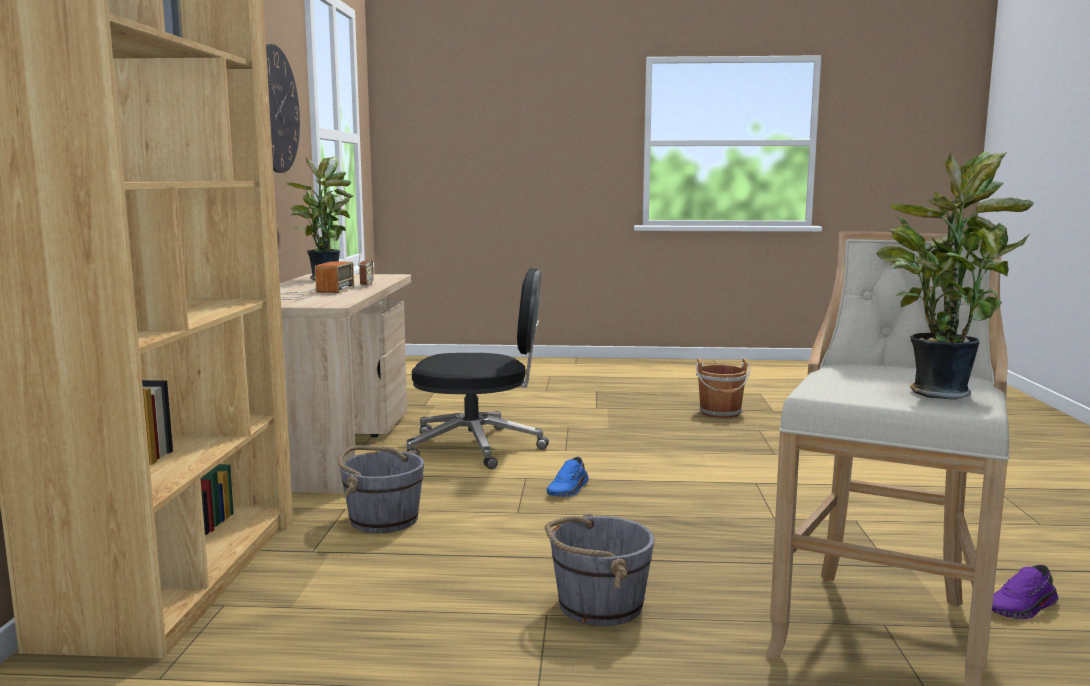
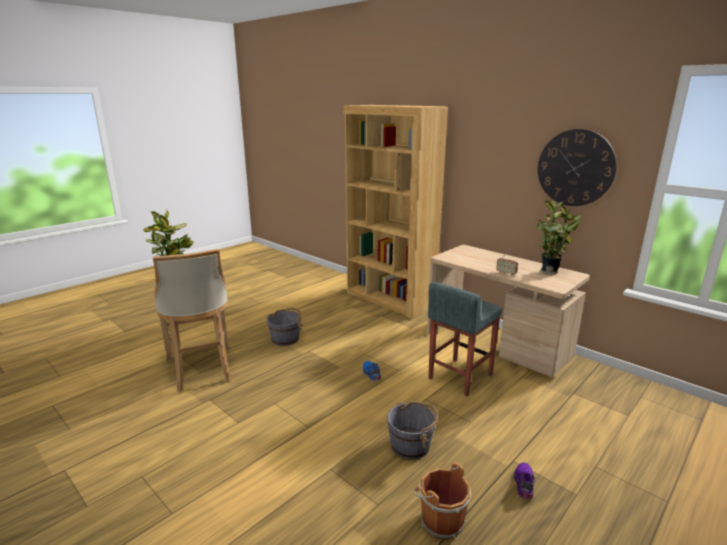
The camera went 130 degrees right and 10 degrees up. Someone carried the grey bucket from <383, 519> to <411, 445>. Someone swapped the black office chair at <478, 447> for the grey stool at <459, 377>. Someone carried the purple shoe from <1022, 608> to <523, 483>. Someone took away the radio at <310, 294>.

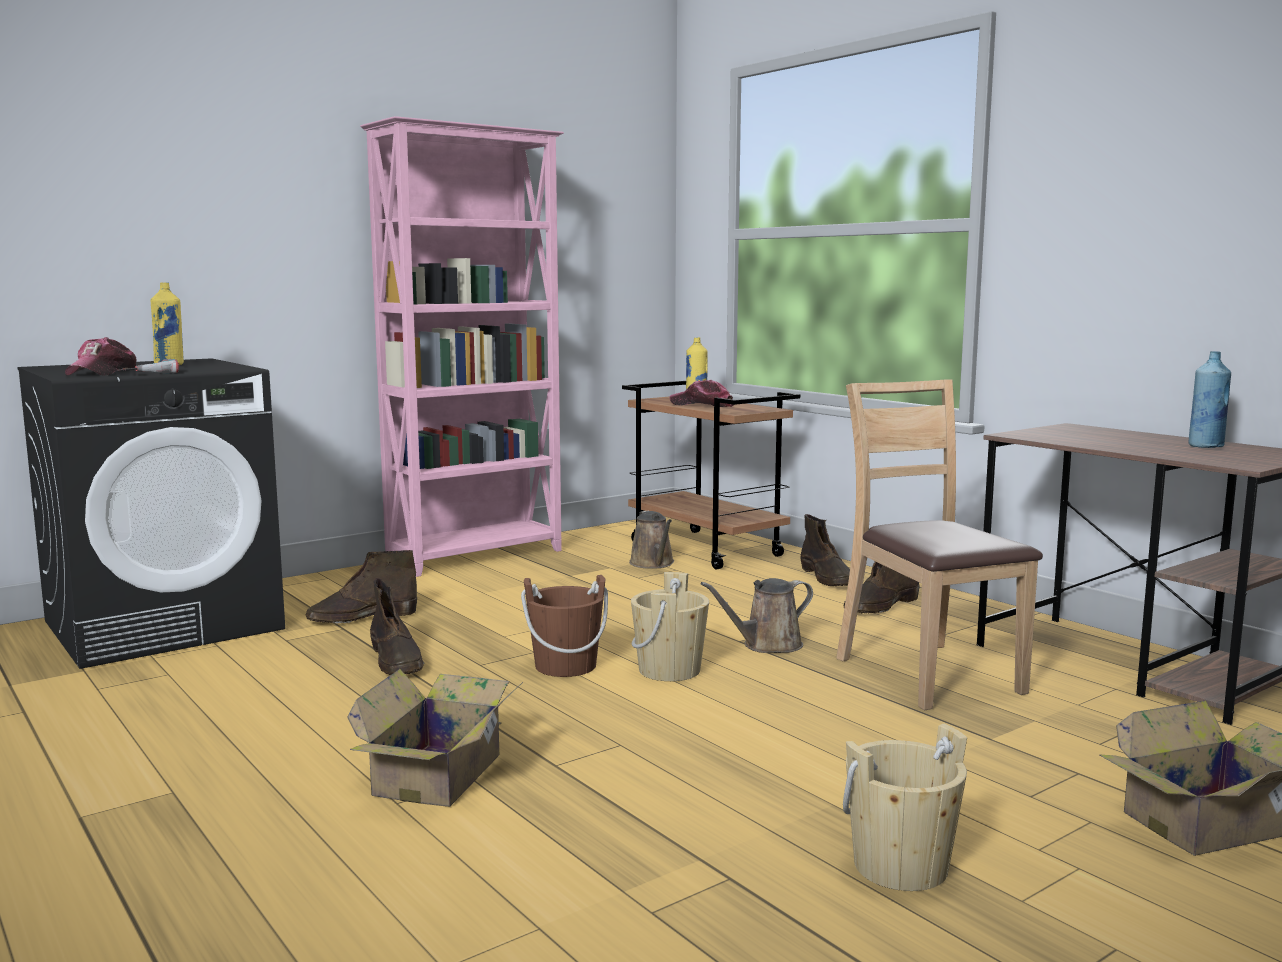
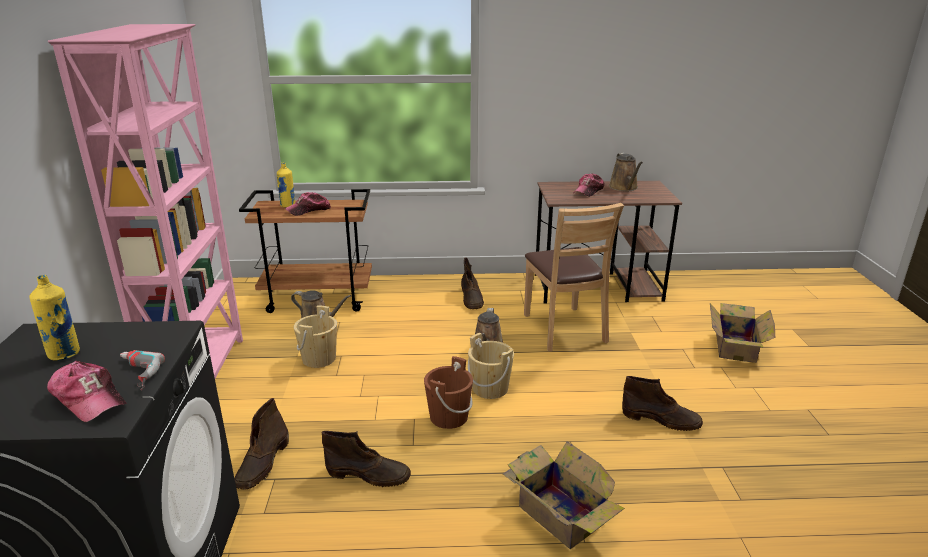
The camera went 55 degrees left and 15 degrees up. Someone carried the beige bucket from <900, 866> to <319, 358>. Someone rotated the brown chair at <928, 674> by 120 degrees counterclockwise. Someone put down the cap at <588, 191>. Someone swapped the blue bottle at <1206, 446> for the brown watering can at <624, 188>. Someone carried the brown boot from <827, 578> to <661, 419>.

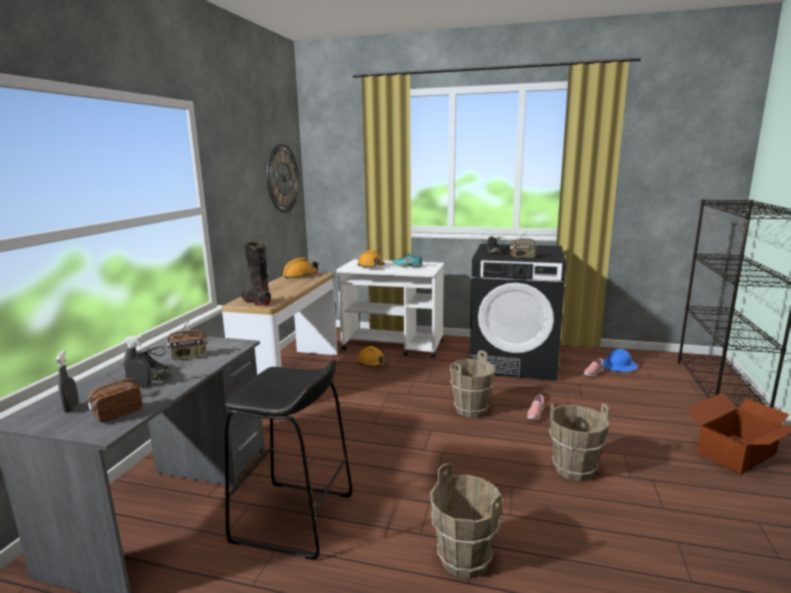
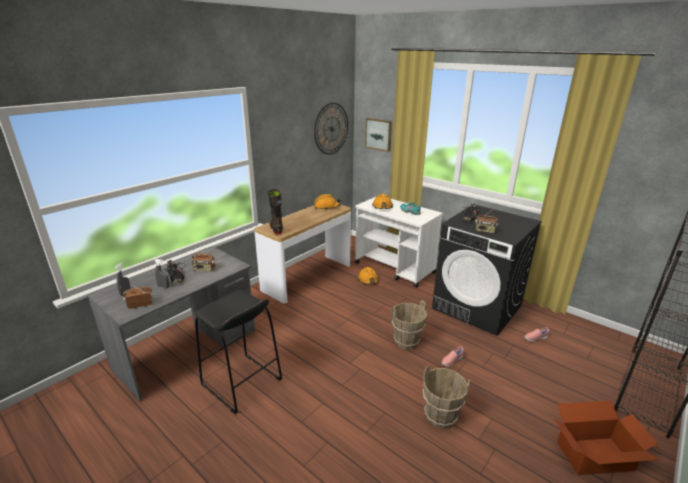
The camera went 25 degrees right and 10 degrees up. Someone put up the picture at <379, 134>. Someone took away the brown bucket at <464, 560>. Someone took away the blue hard hat at <619, 366>.

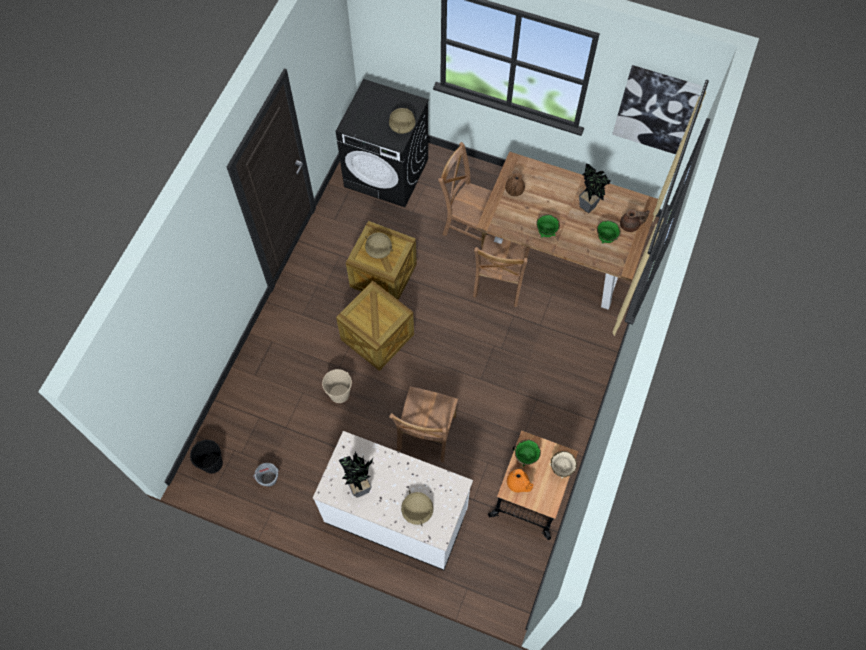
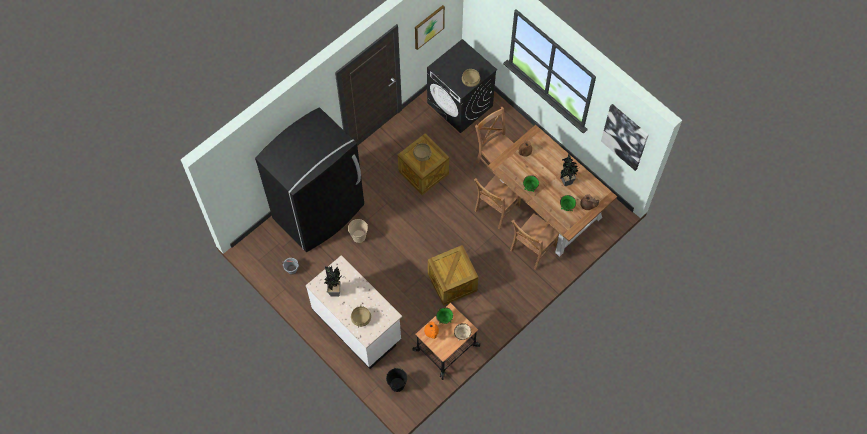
The camera went 25 degrees right and 0 degrees up. Someone put down the black fridge at <319, 212>. Someone carried the black bucket from <212, 463> to <397, 384>. Someone put up the picture at <429, 27>. Someone carried the crate from <377, 337> to <452, 282>. Someone carried the brown chair from <425, 435> to <531, 249>.

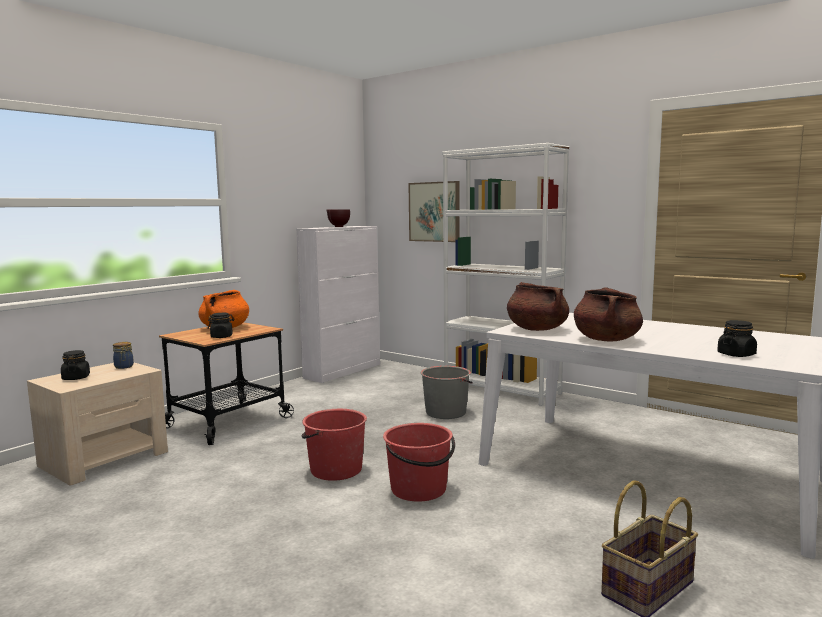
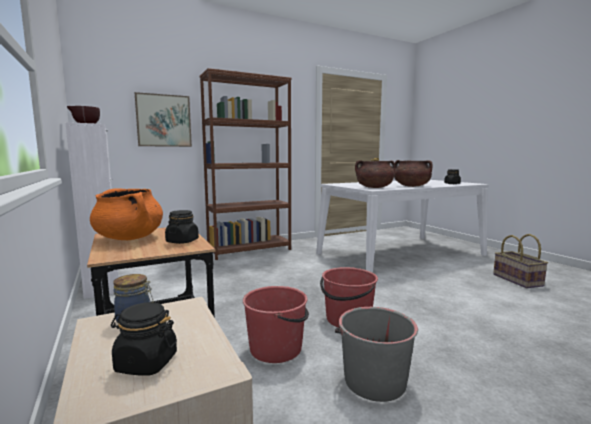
The camera went 65 degrees left and 0 degrees up. Someone repainted the white bookcase at <501, 389>, which became the brown bookcase at <250, 250>. Someone carried the red bucket from <419, 489> to <276, 348>. Someone carried the grey bucket from <446, 412> to <374, 381>.

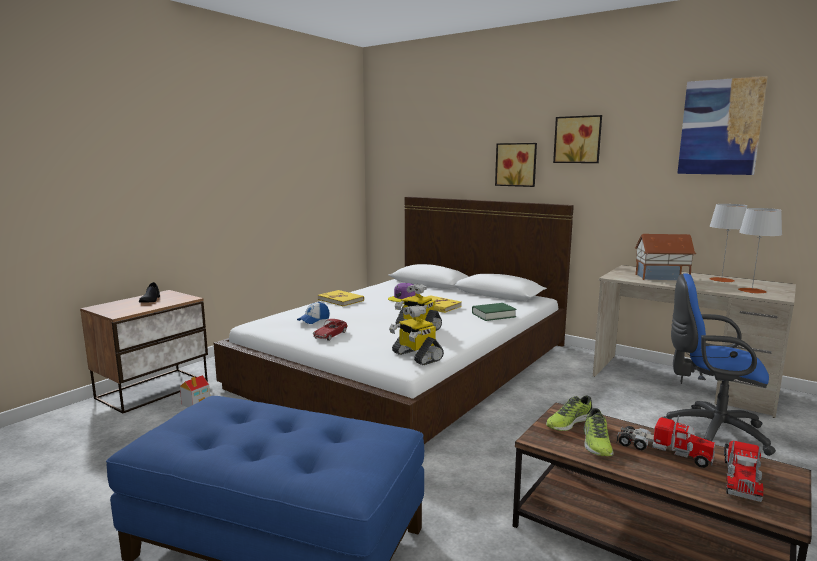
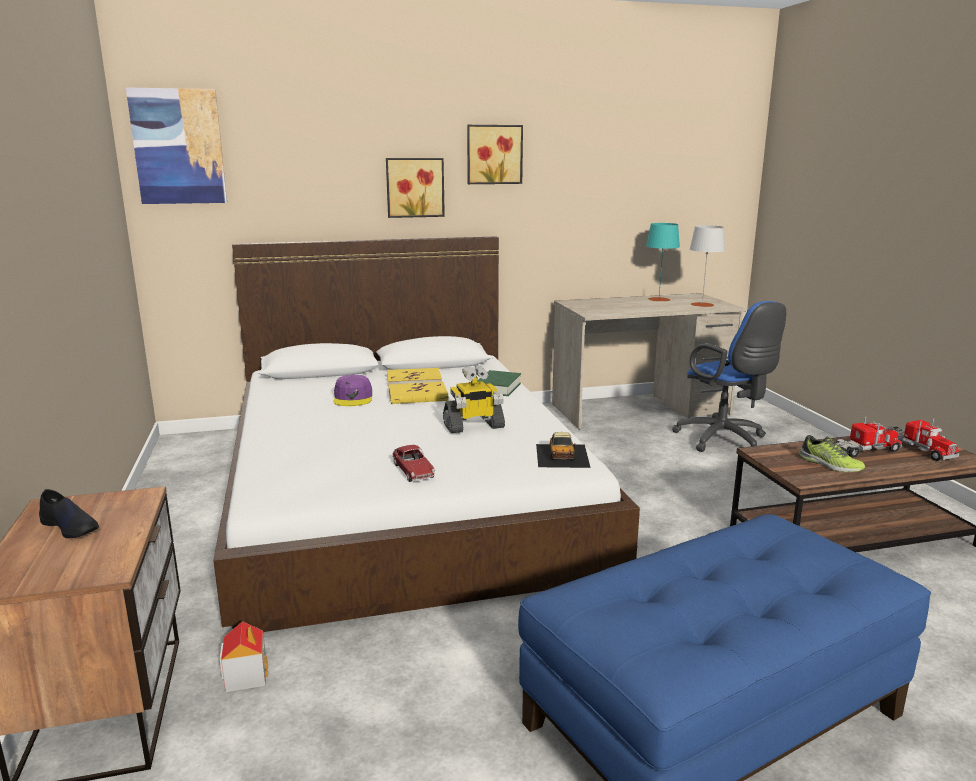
The camera went 50 degrees left and 5 degrees up. Someone carried the picture from <720, 127> to <178, 147>. Someone carried the yellow book from <341, 300> to <414, 380>. Someone swapped the toy robot at <416, 356> for the toy car at <562, 455>. Someone repainted the grey table lamp at <721, 280>, which became the turquoise table lamp at <659, 299>. Someone rotated the blue office chair at <710, 431> by 90 degrees counterclockwise. Someone took away the cap at <314, 320>. Someone took away the shoe at <568, 422>. Someone took away the toy house at <662, 278>.

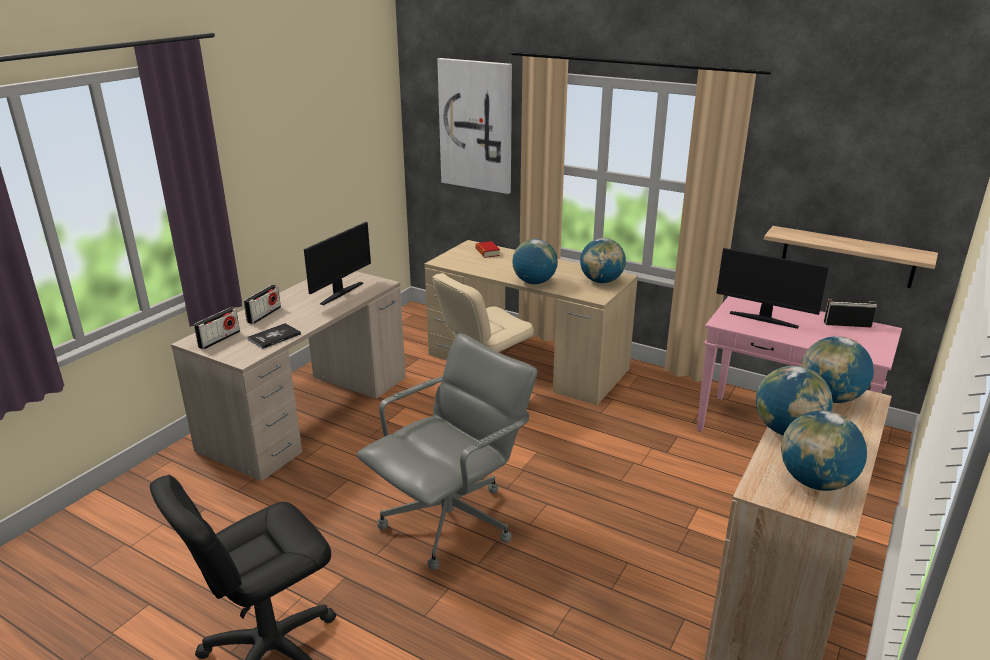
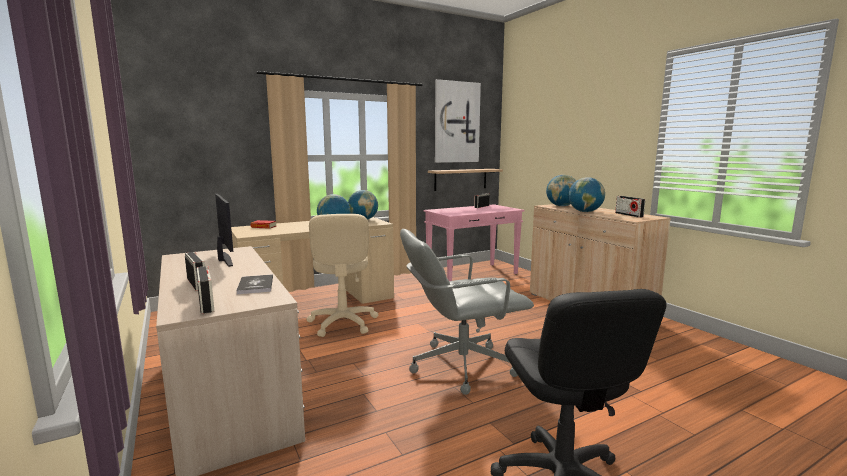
The camera went 60 degrees left and 15 degrees down. Someone rotated the grey office chair at <450, 521> by 90 degrees counterclockwise. Someone carried the picture from <476, 126> to <456, 122>. Someone swapped the globe at <815, 482> for the radio at <629, 215>. Someone took away the monitor at <764, 319>.

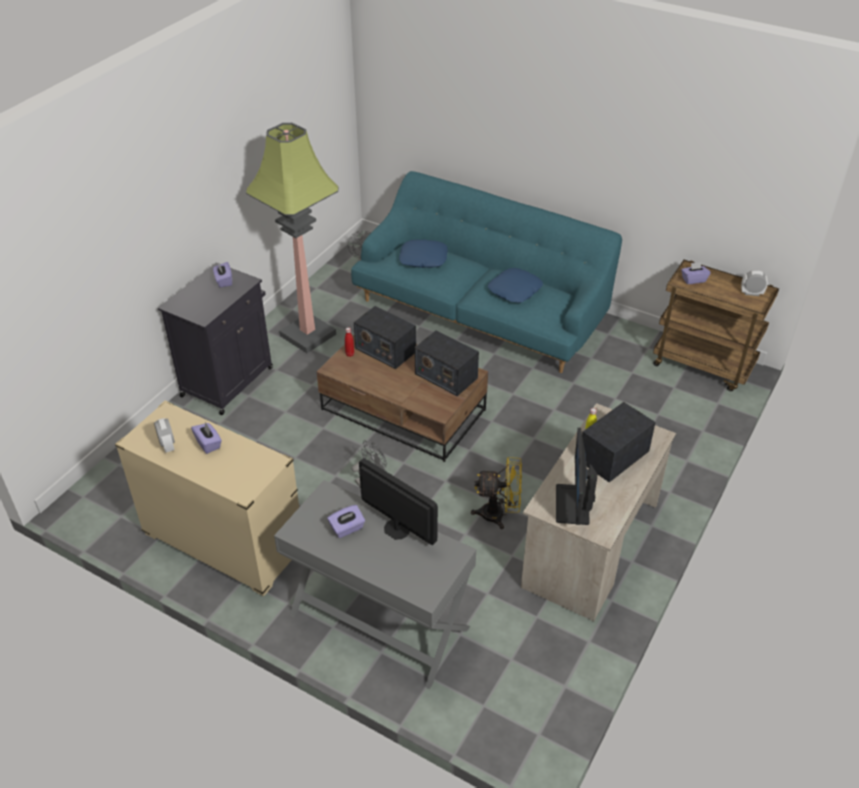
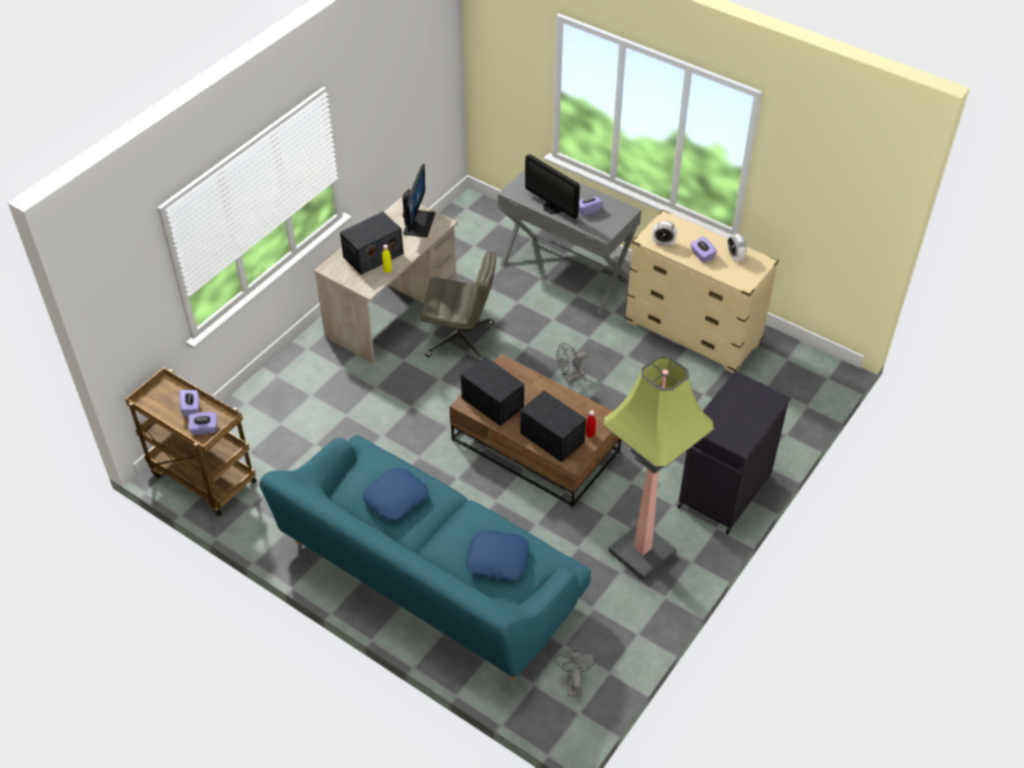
The camera went 175 degrees left and 5 degrees up. Someone carried the purple tissue box from <223, 281> to <191, 408>. Someone swapped the yellow fan at <499, 514> for the grey office chair at <461, 340>. Someone carried the alarm clock from <751, 293> to <663, 243>.

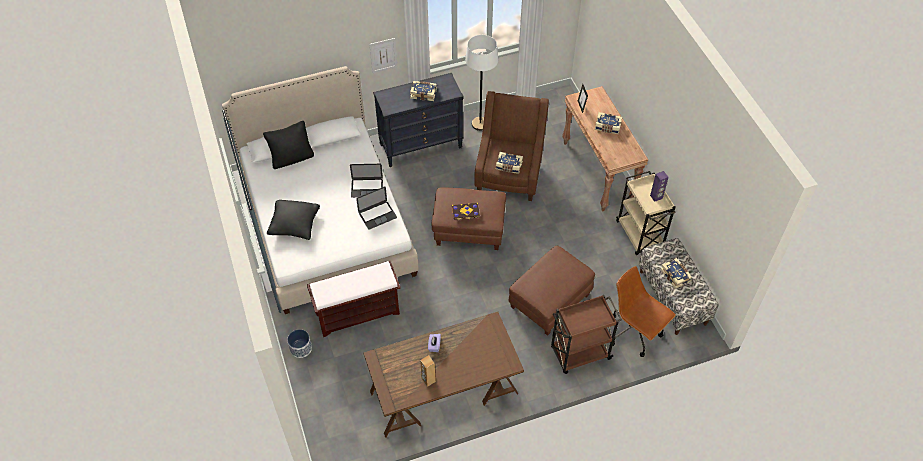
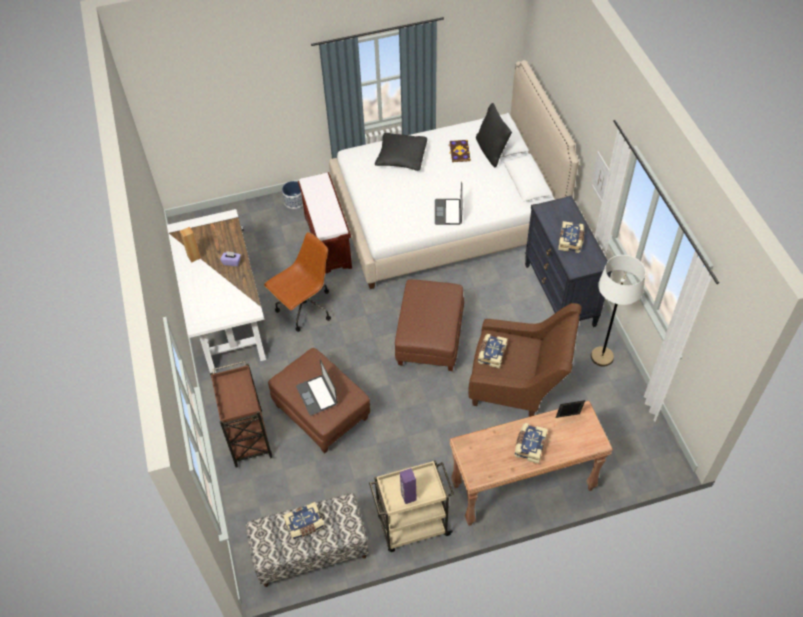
The camera went 95 degrees right and 0 degrees up. Someone repainted the brown desk at <444, 393>, which became the white desk at <224, 310>. Someone carried the brown office chair from <635, 333> to <304, 309>. Someone carried the laptop from <377, 215> to <317, 395>. Someone carried the book from <465, 212> to <459, 151>.

